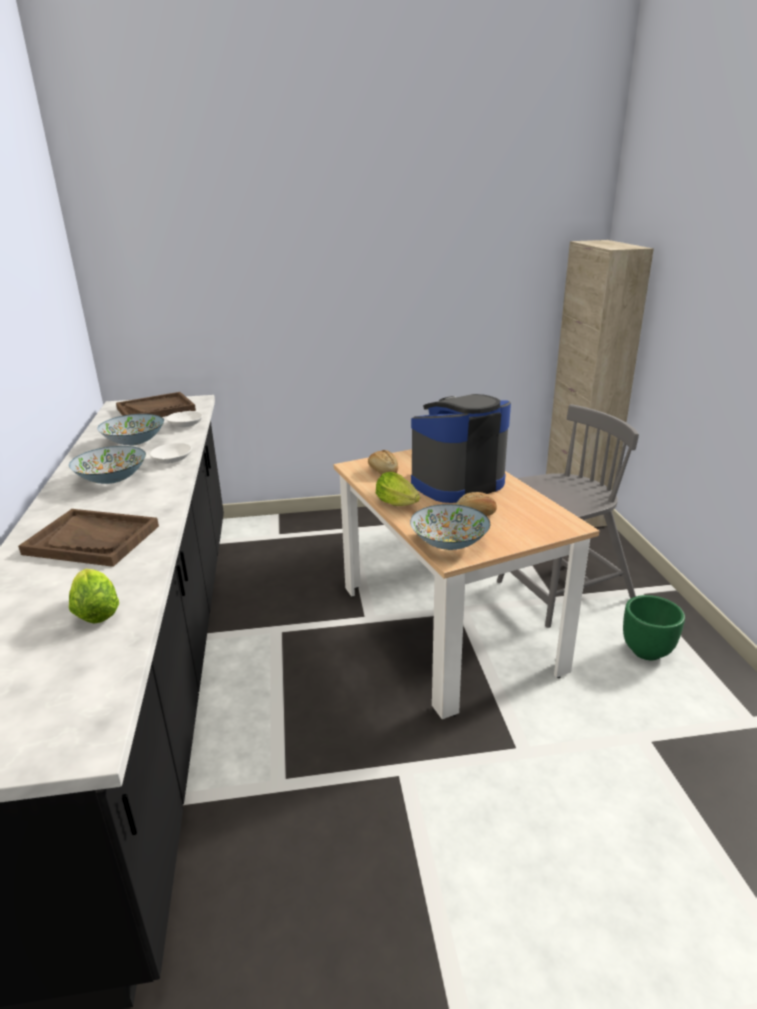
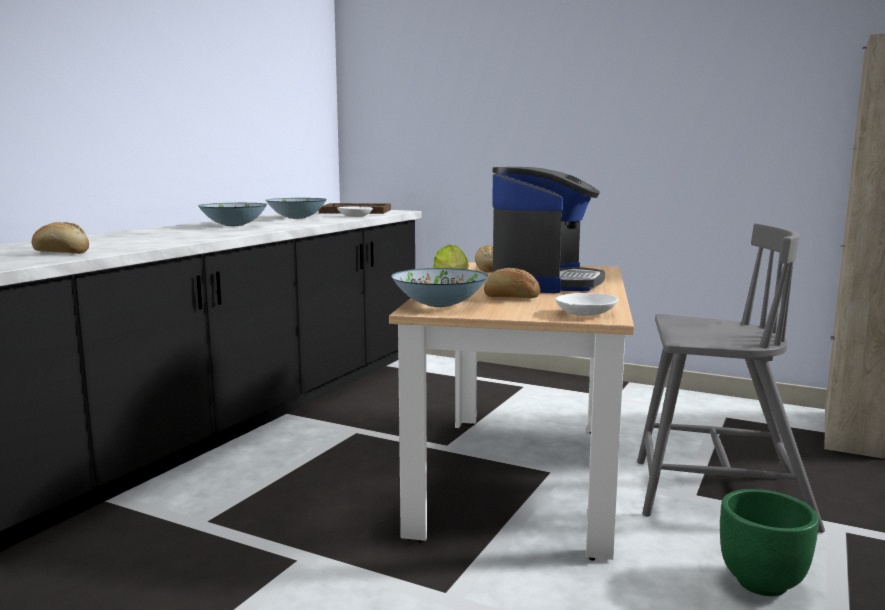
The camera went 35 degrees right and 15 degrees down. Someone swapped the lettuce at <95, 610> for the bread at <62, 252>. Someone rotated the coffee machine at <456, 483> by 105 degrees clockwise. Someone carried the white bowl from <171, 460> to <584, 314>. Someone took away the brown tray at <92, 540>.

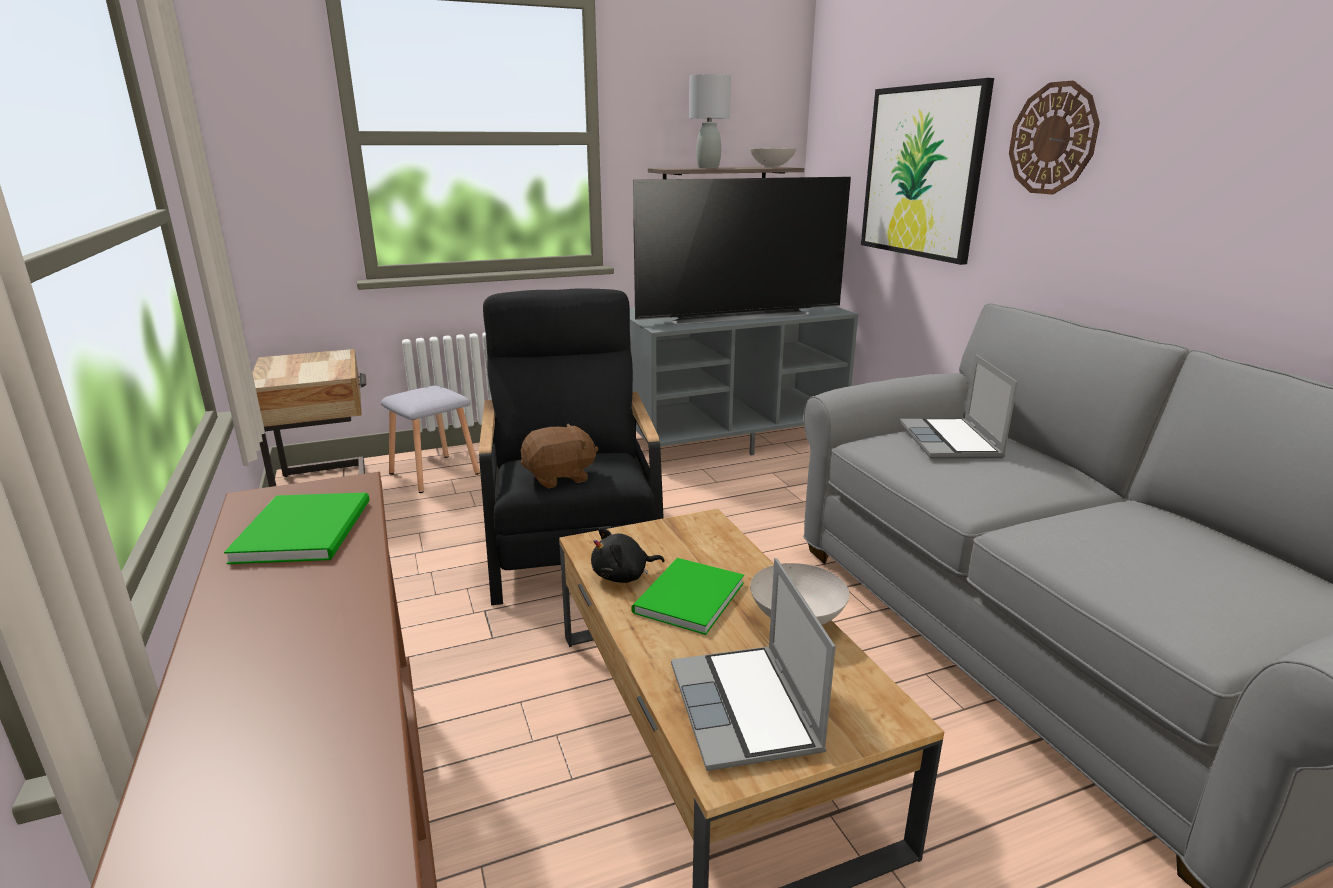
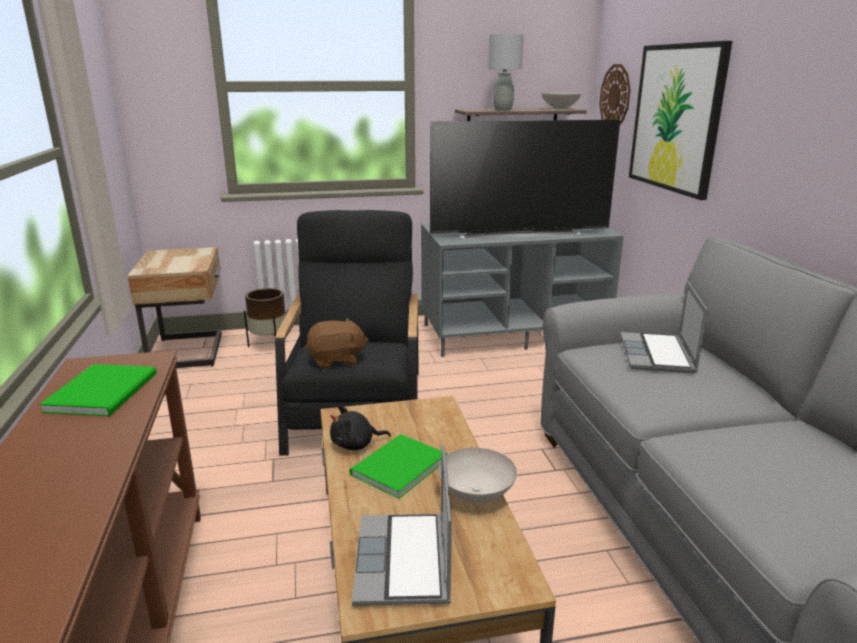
The camera went 10 degrees right and 0 degrees up. Someone swapped the grey stool at <433, 473> for the brown planter at <269, 346>. Someone carried the wall clock from <1053, 139> to <615, 97>.

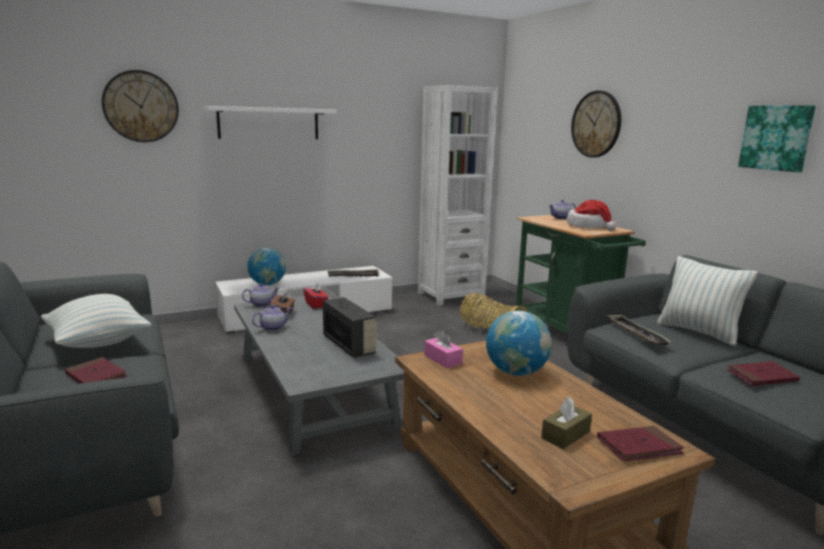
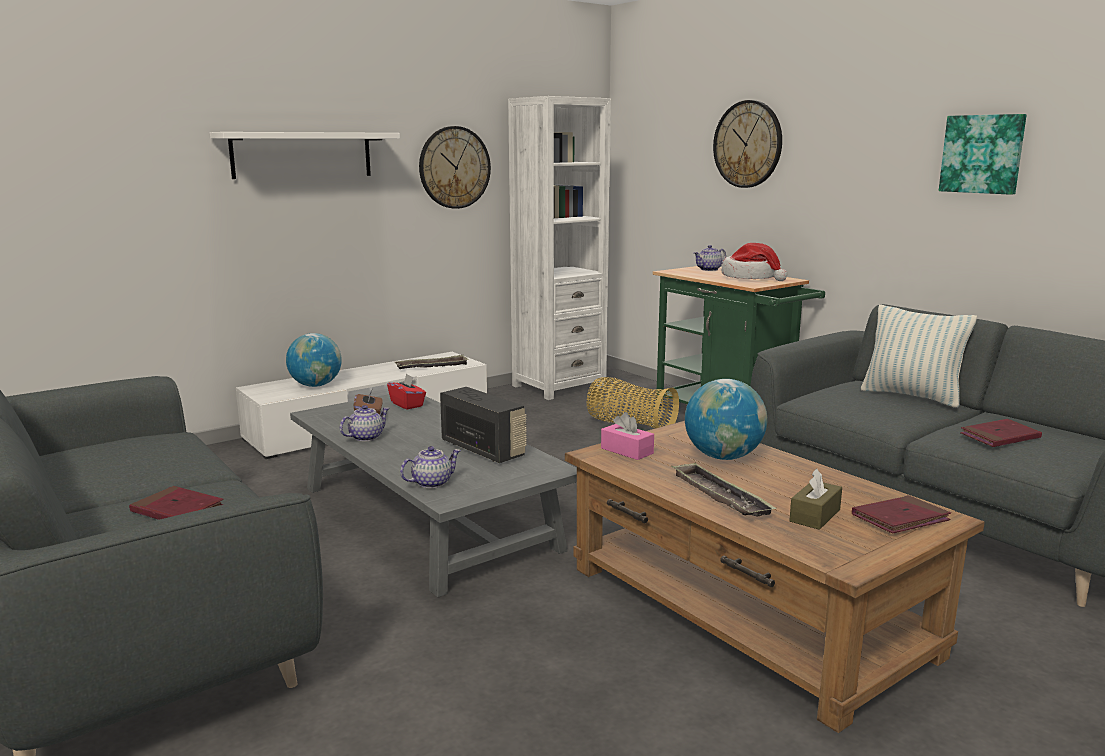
The camera went 10 degrees left and 0 degrees up. Someone carried the teapot from <262, 304> to <432, 483>. Someone carried the wall clock from <141, 106> to <454, 167>. Someone carried the tray from <636, 334> to <719, 496>. Someone took away the pillow at <98, 343>.

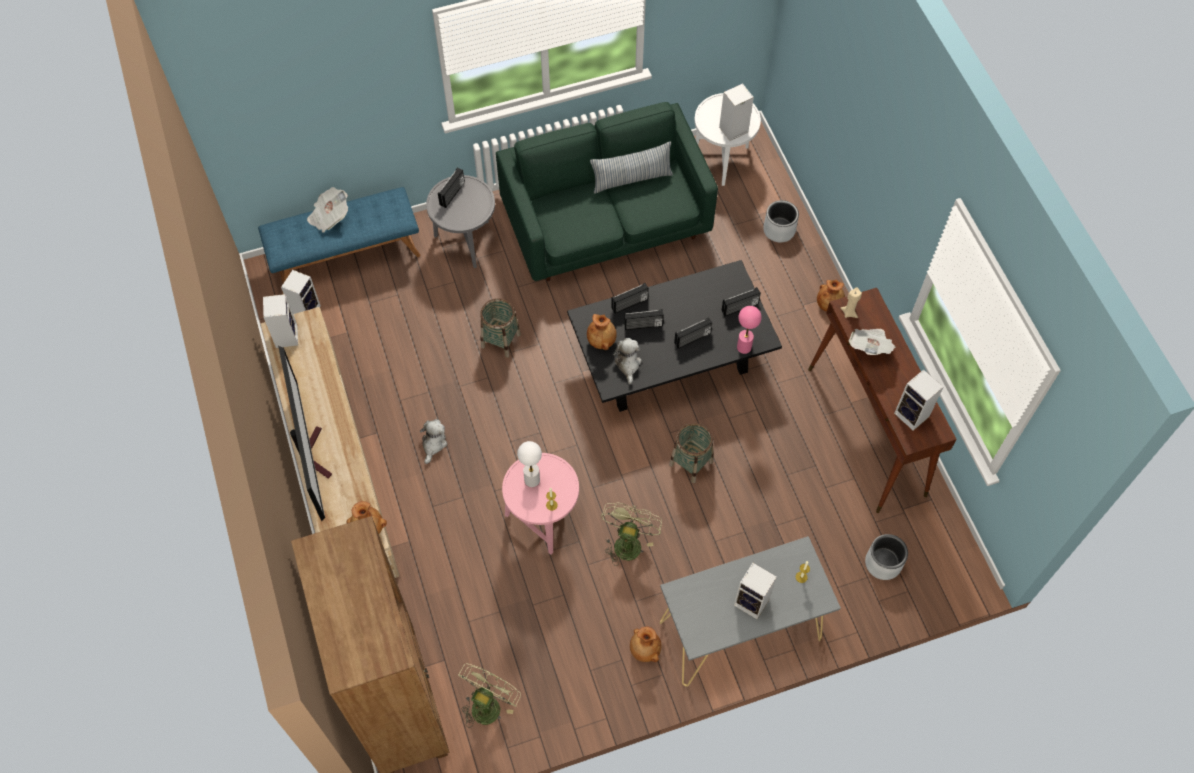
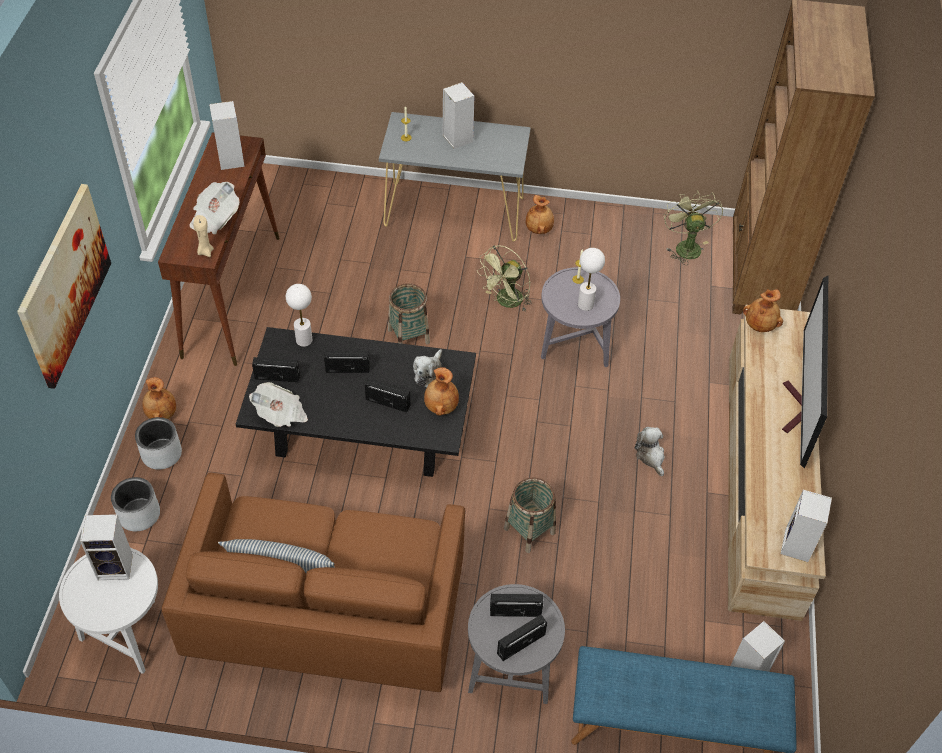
The camera went 155 degrees left and 10 degrees down. Someone put up the picture at <64, 285>. Someone carried the grey planter from <883, 563> to <162, 454>. Someone repainted the green sofa at <606, 225>, which became the brown sofa at <327, 614>. Someone carried the newspaper from <329, 216> to <281, 414>. Someone repainted the pink table lamp at <743, 347>, which became the white table lamp at <304, 340>. Someone carried the radio from <630, 304> to <515, 611>. Someone repainted the pink side table at <543, 519>, which became the grey side table at <573, 349>. Someone rotated the plush toy at <433, 444> by 120 degrees clockwise. Someone rotated the green fan at <488, 703> by 120 degrees clockwise.

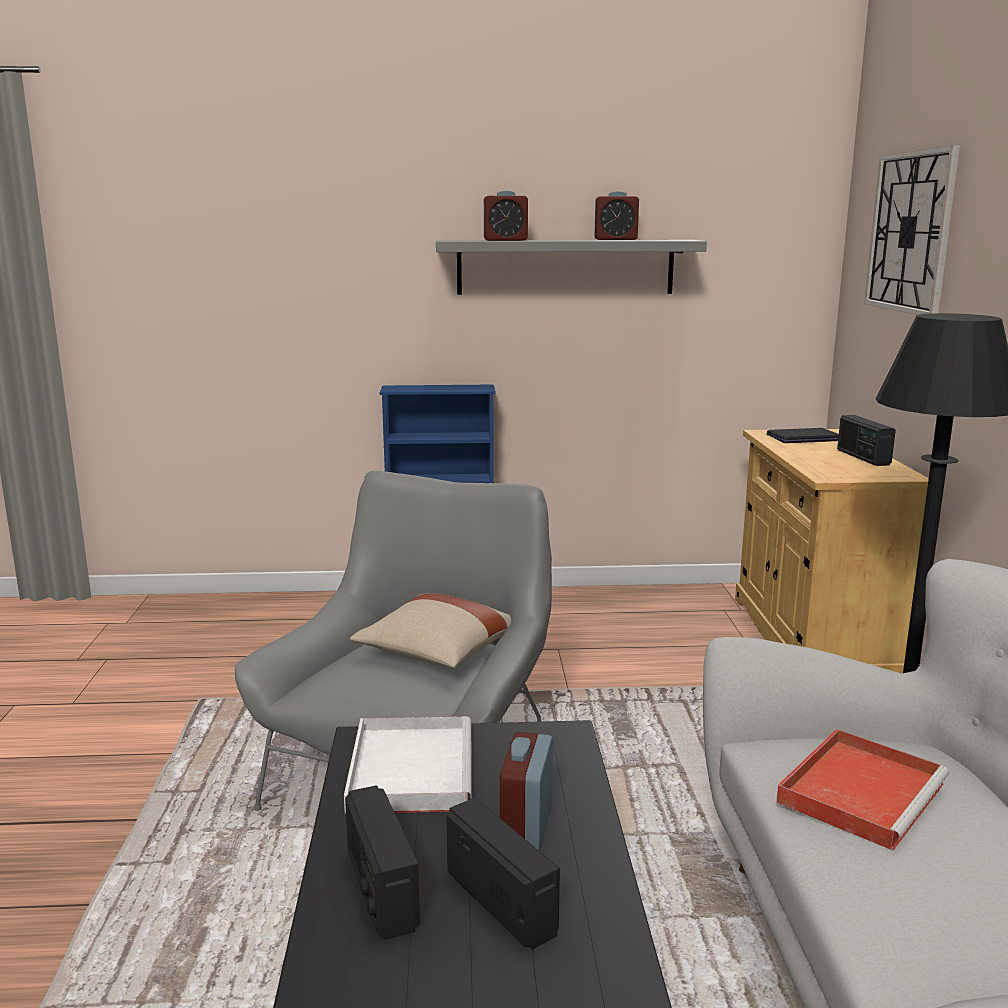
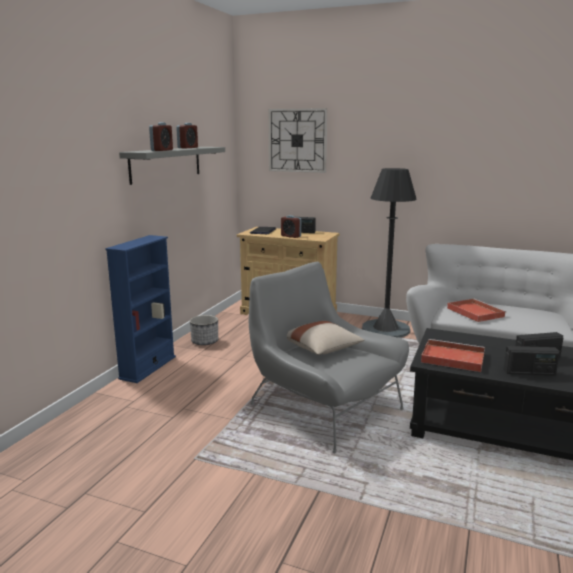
The camera went 65 degrees left and 0 degrees up. Someone put down the planter at <204, 342>. Someone carried the alarm clock from <526, 826> to <291, 236>. Someone repainted the white tray at <409, 768>, which became the red tray at <451, 358>.

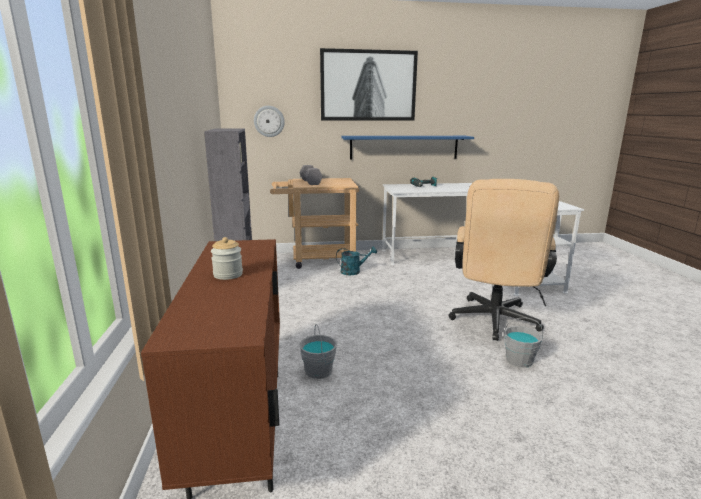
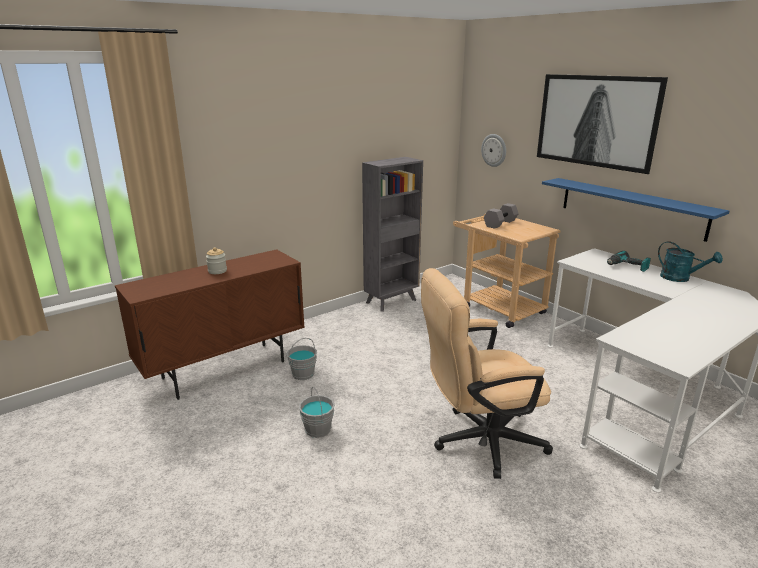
The camera went 60 degrees right and 5 degrees up. Someone carried the grey bucket from <519, 360> to <318, 429>. Someone carried the turquoise watering can from <354, 271> to <680, 278>.

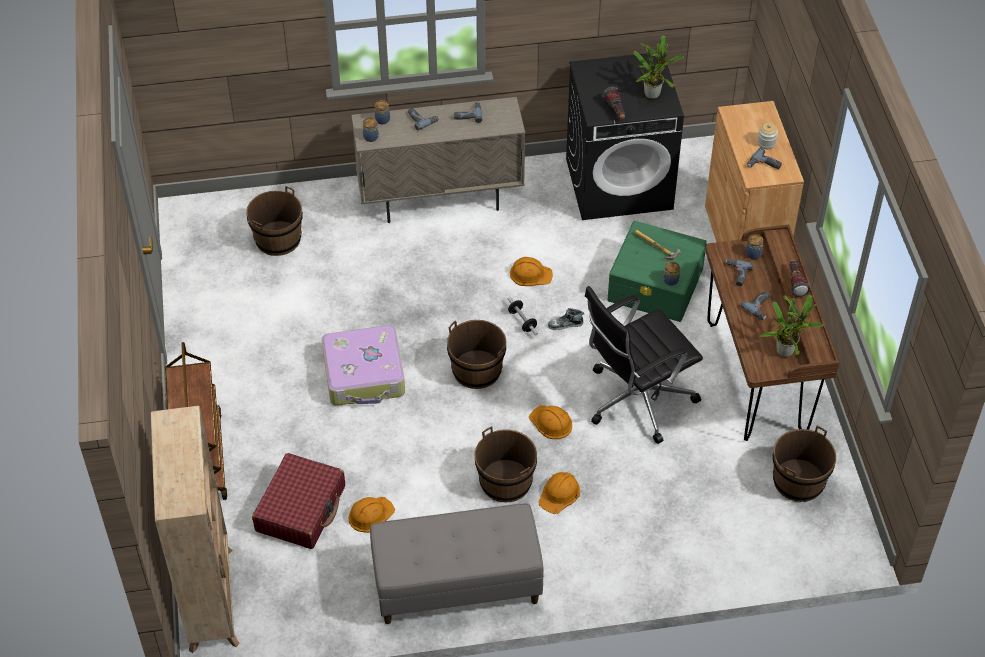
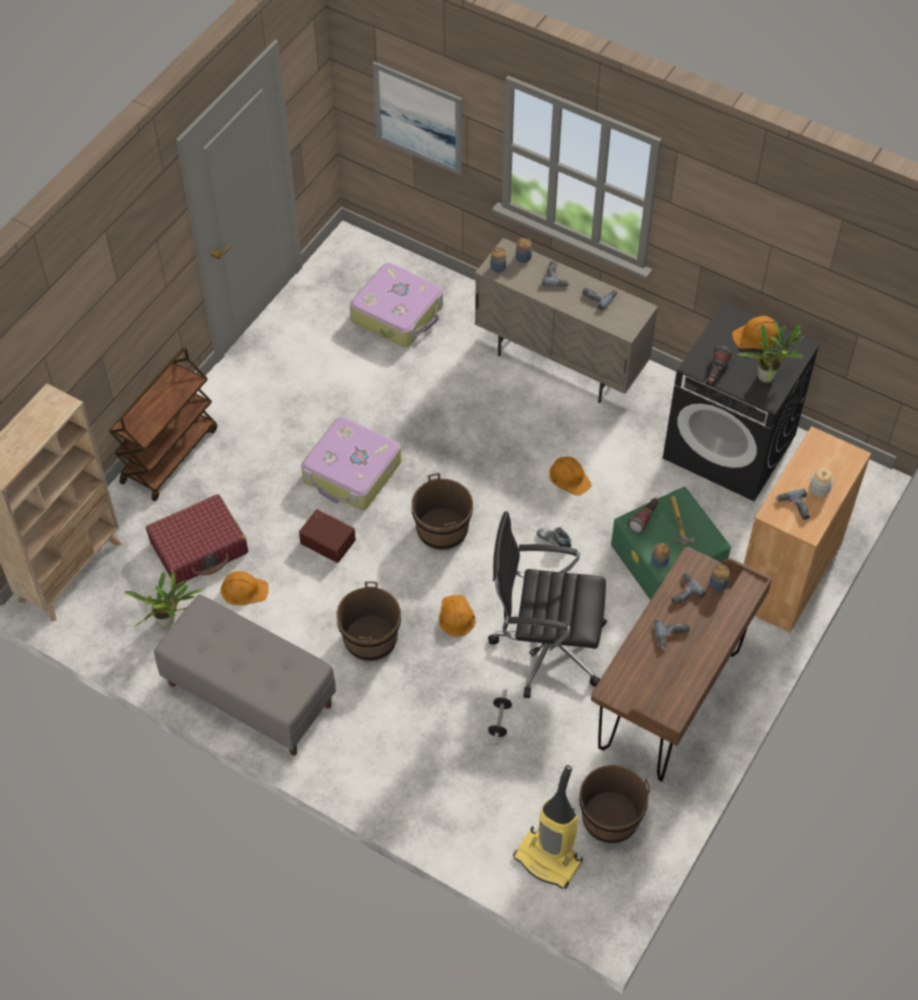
The camera went 40 degrees right and 5 degrees up. Someone carried the potted plant from <787, 350> to <169, 621>. Someone put down the brown storage box at <328, 540>. Someone swapped the brown bucket at <278, 239> for the suitcase at <398, 313>. Someone put up the picture at <418, 118>. Someone carried the dumbbell from <522, 321> to <499, 721>. Someone put down the vacuum cleaner at <549, 859>. Someone carried the flashlight from <795, 282> to <645, 519>. Someone carried the orange hard hat from <559, 494> to <757, 336>.

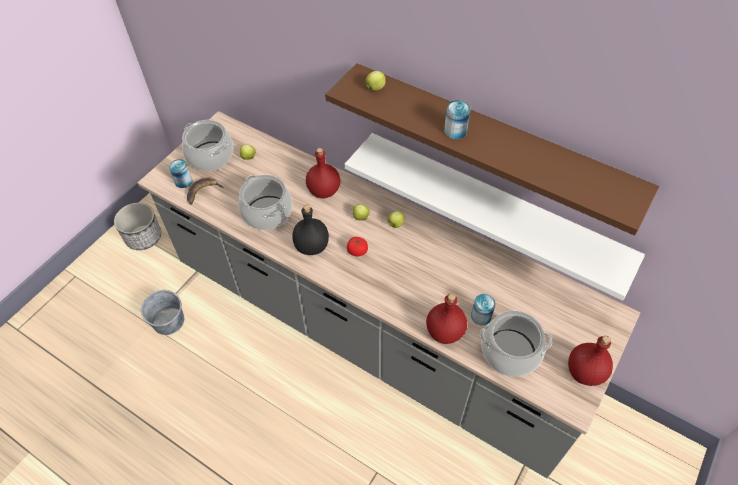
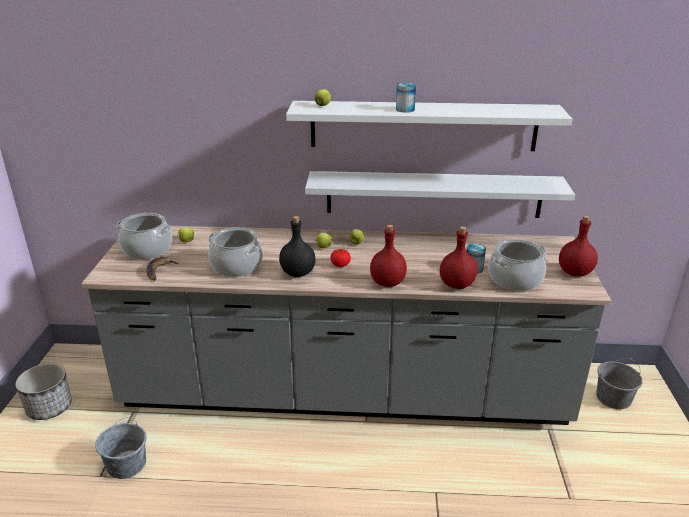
The camera went 30 degrees left and 25 degrees down. Someone repainted the brown shelf at <490, 140>, which became the white shelf at <423, 126>. Someone carried the red bottle from <323, 191> to <387, 283>. Someone put down the grey bucket at <613, 398>. Someone took away the can at <183, 181>.

